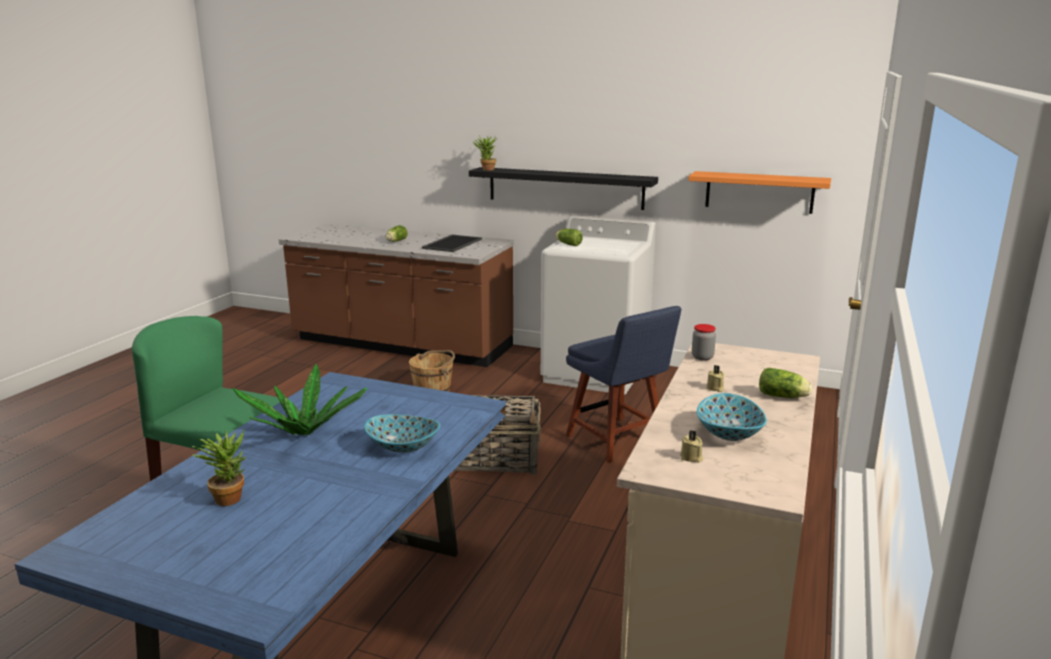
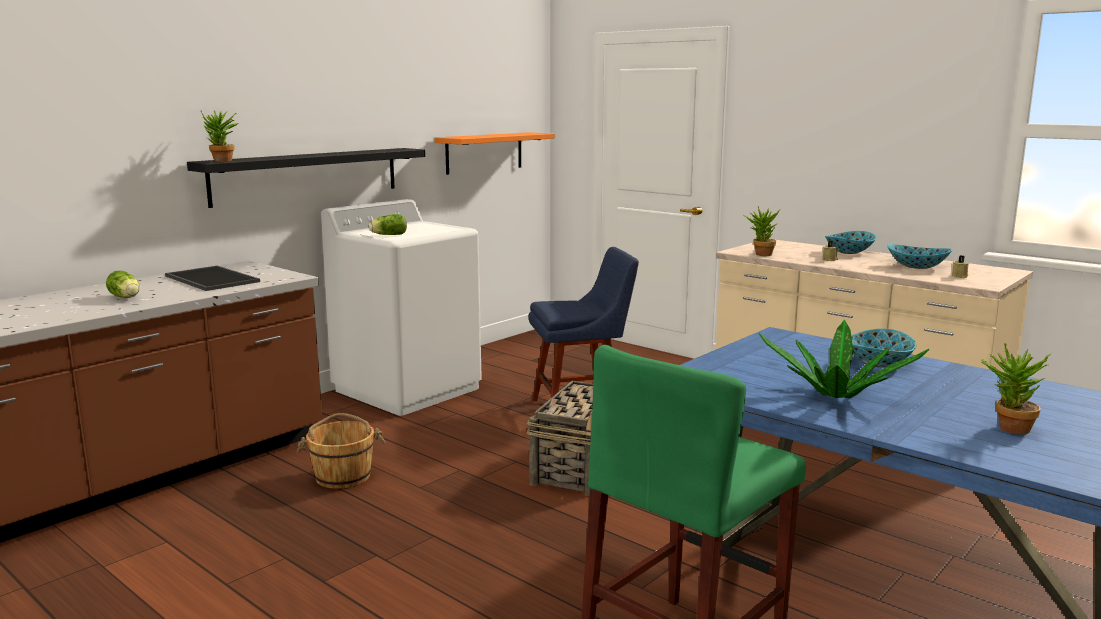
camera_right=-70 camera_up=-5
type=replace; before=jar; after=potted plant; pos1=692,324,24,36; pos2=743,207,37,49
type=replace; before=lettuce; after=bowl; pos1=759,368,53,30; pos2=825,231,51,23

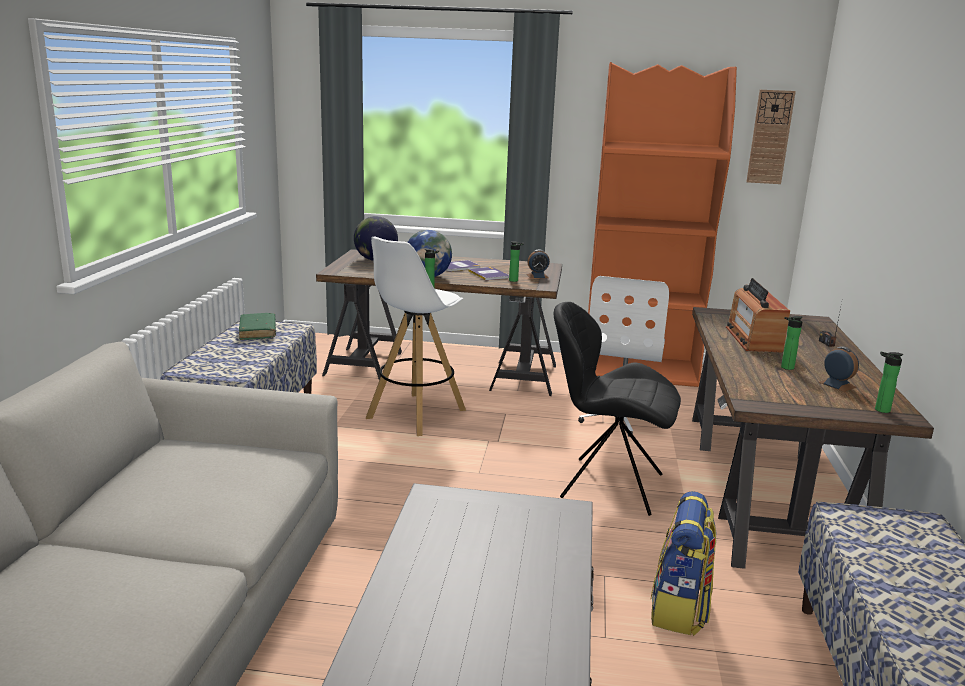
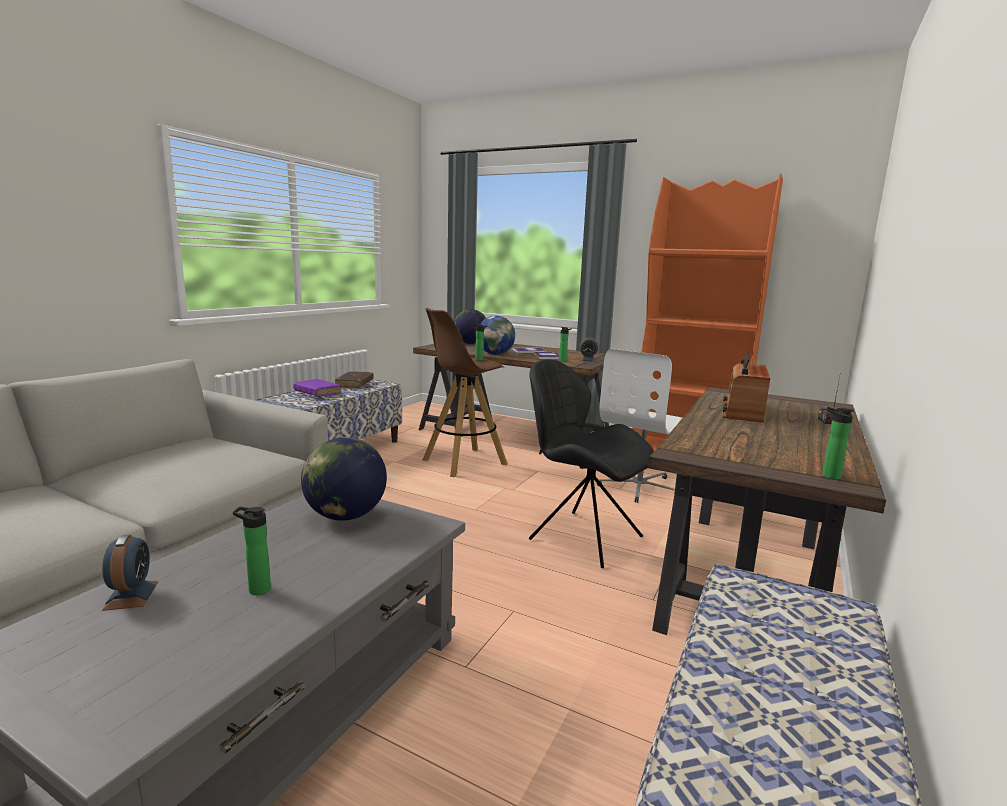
camera_right=20 camera_up=-5
type=delete; before=wall clock; pos1=746,90,50,94
type=recolor; before=stool in white; after=stool in brown; pos1=366,236,100,200; pos2=422,308,86,169
type=recolor; before=book in green; after=book in brown; pos1=239,313,37,27; pos2=335,371,39,17
type=move; before=bottle; pos1=781,316,21,54; pos2=233,507,38,88
type=move; before=alarm clock; pos1=818,347,41,45; pos2=102,535,56,76
type=delete; before=backpack; pos1=651,491,66,145
type=insert; after=book in purple; pos2=293,379,48,18
type=insert; after=globe; pos2=301,437,86,84

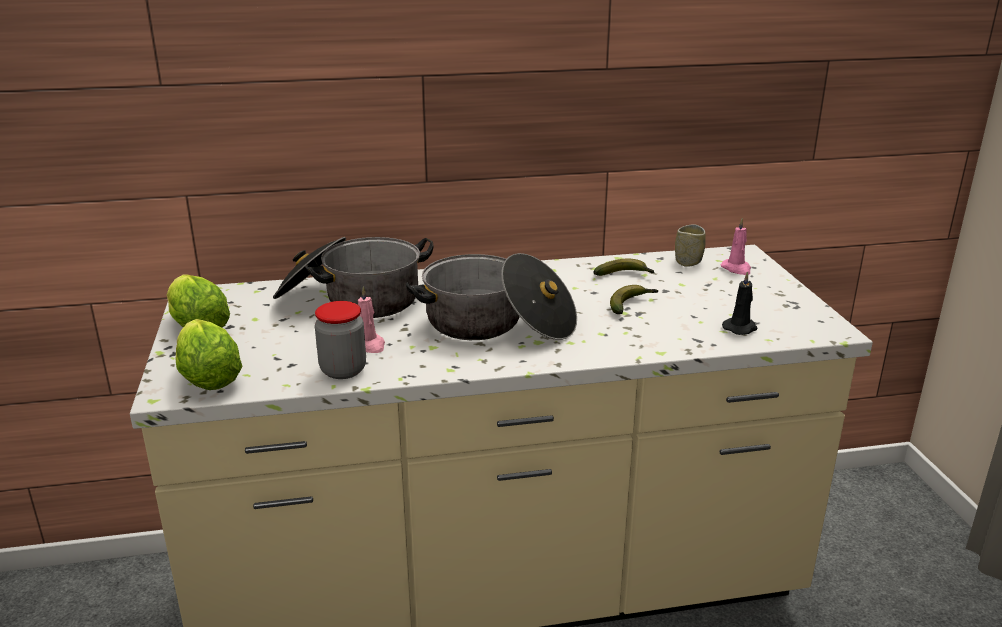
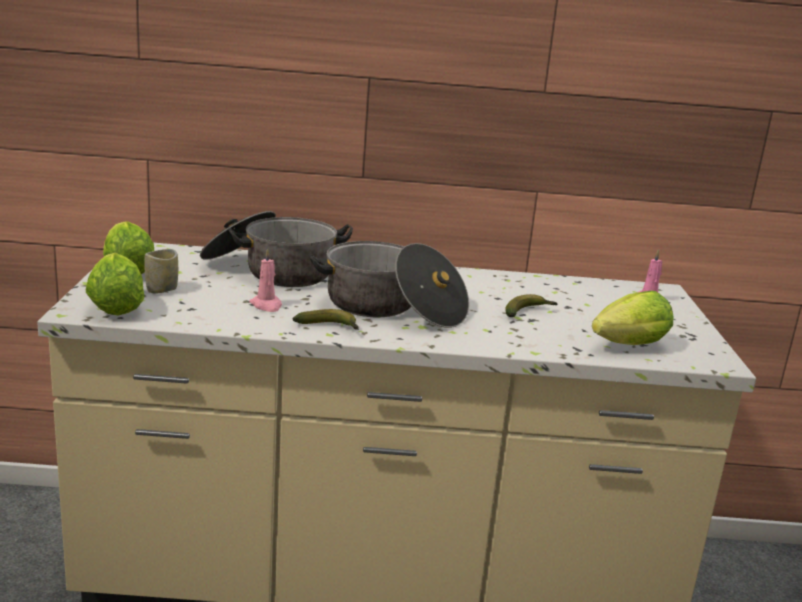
camera_right=10 camera_up=-5
type=move; before=cup; pos1=675,224,31,43; pos2=144,249,34,45
type=move; before=banana; pos1=593,259,61,17; pos2=293,309,66,21
type=replace; before=candle in black; after=lettuce; pos1=722,271,35,64; pos2=592,291,81,54
type=delete; before=jar; pos1=315,301,51,78

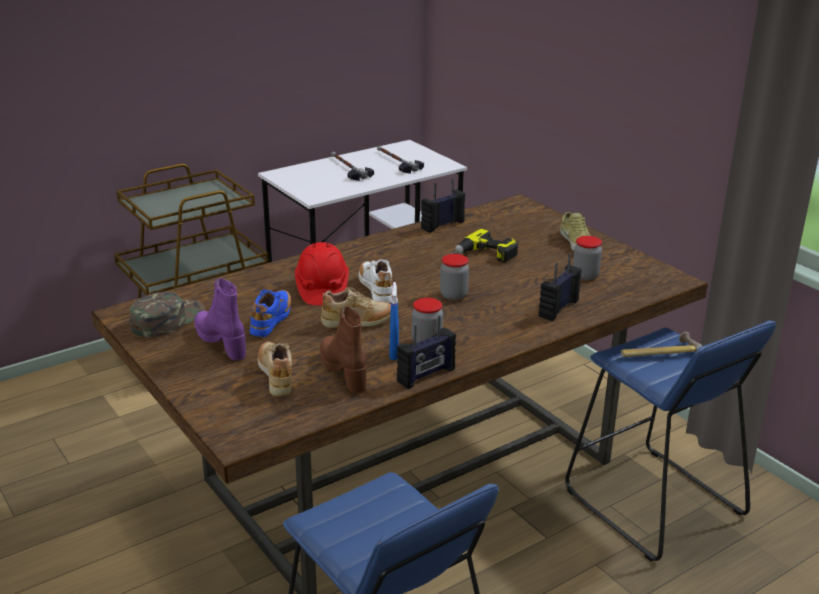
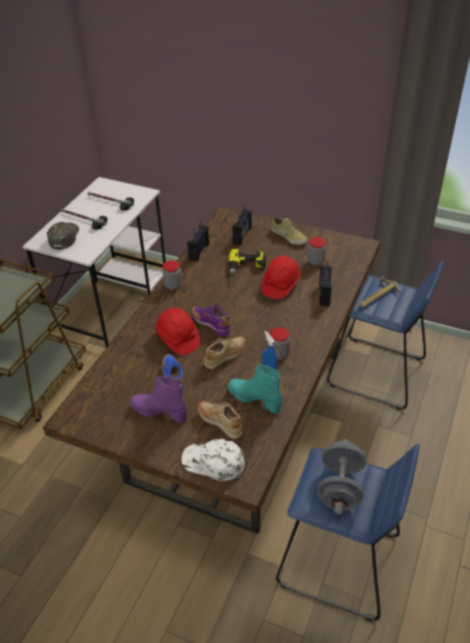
camera_right=-30 camera_up=15
type=move; before=jar; pos1=440,254,29,46; pos2=163,260,19,30
type=recolor; before=shoe in white; after=shoe in purple; pos1=359,259,33,44; pos2=191,304,39,32
type=move; before=cap in green; pos1=130,292,75,45; pos2=47,222,32,28
type=recolor; before=boot in brown; after=boot in turquoise; pos1=320,306,47,88; pos2=228,364,54,50
type=move; before=radio; pos1=397,315,59,74; pos2=232,204,20,41
type=insert; after=hard hat in red; pos2=262,256,39,43
type=insert; after=cap in white; pos2=181,439,63,42
type=insert; after=dumbbell in grey; pos2=317,439,50,75

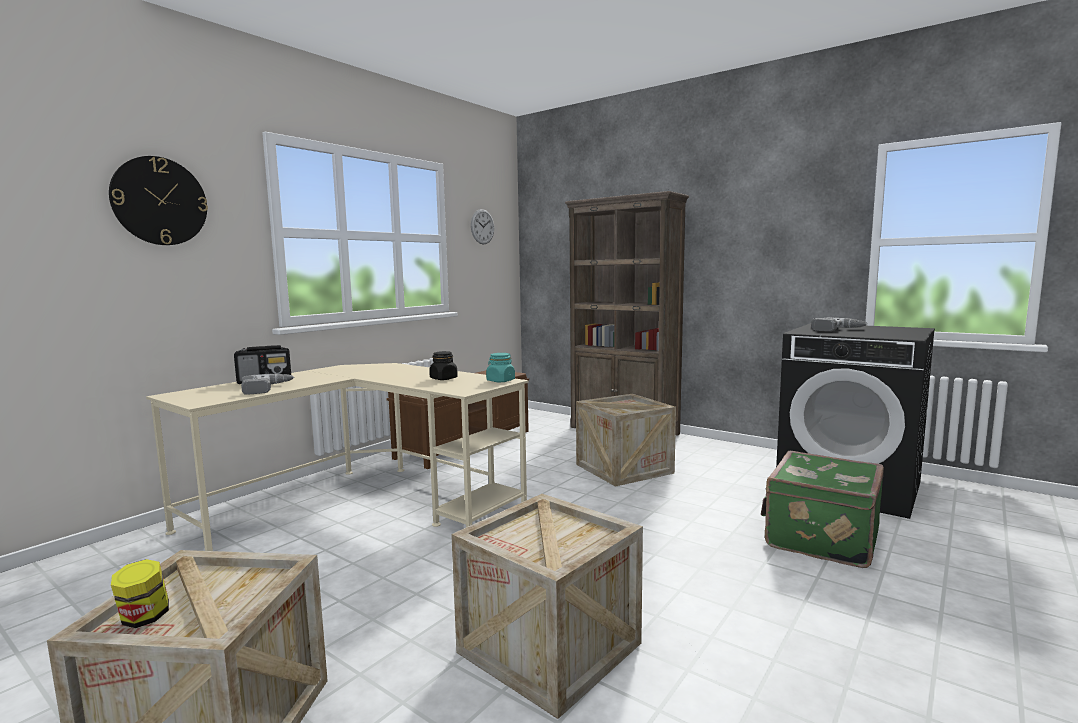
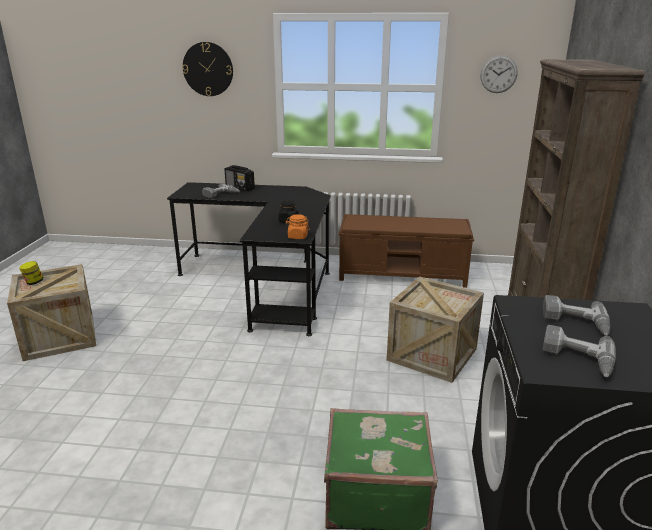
camera_right=60 camera_up=15
type=recolor; before=jar in turquoise; after=jar in orange; pos1=486,353,29,29; pos2=285,214,25,25
type=recolor; before=desk in beige; after=desk in black; pos1=146,363,382,188; pos2=167,182,164,154
type=delete; before=crate; pos1=451,494,192,225
type=insert; after=power drill; pos2=542,325,74,52

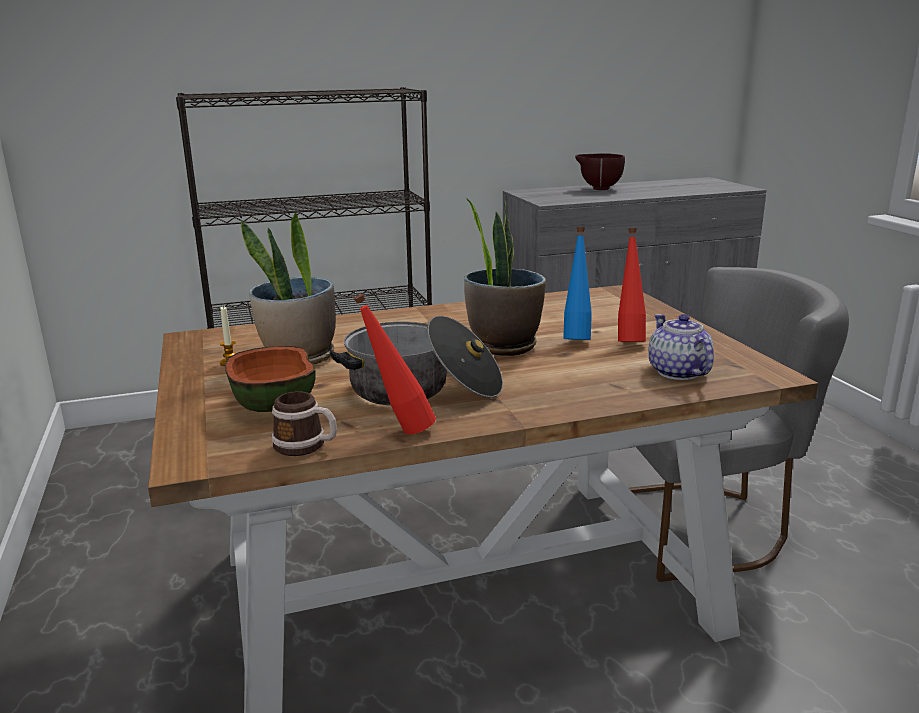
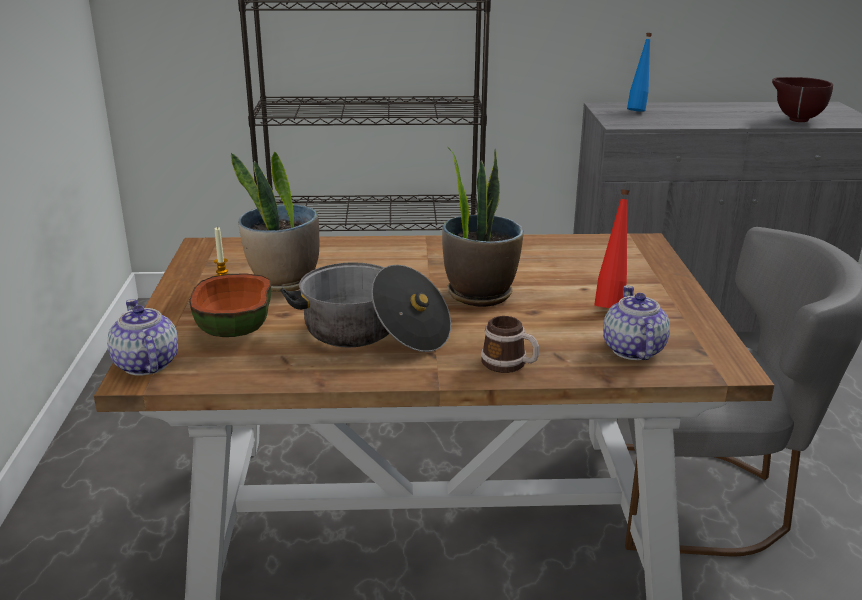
camera_right=15 camera_up=5
type=move; before=bowl in brown; pos1=575,153,50,37; pos2=772,77,61,45
type=move; before=bottle in blue; pos1=563,227,29,113; pos2=627,33,25,79
type=delete; before=bottle in red; pos1=354,294,82,141
type=move; before=mug; pos1=272,391,65,65; pos2=481,316,58,57
type=insert; after=teapot; pos2=107,299,71,76

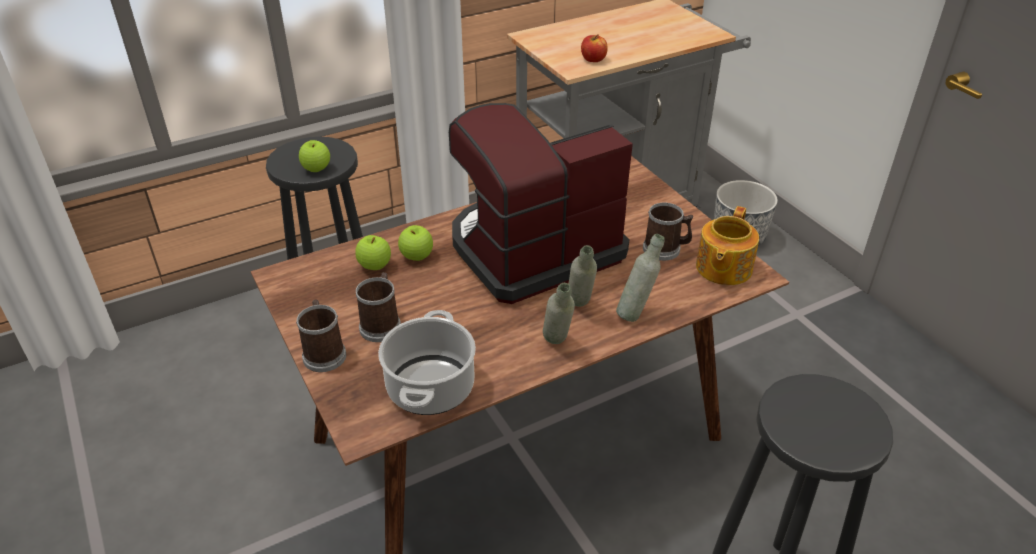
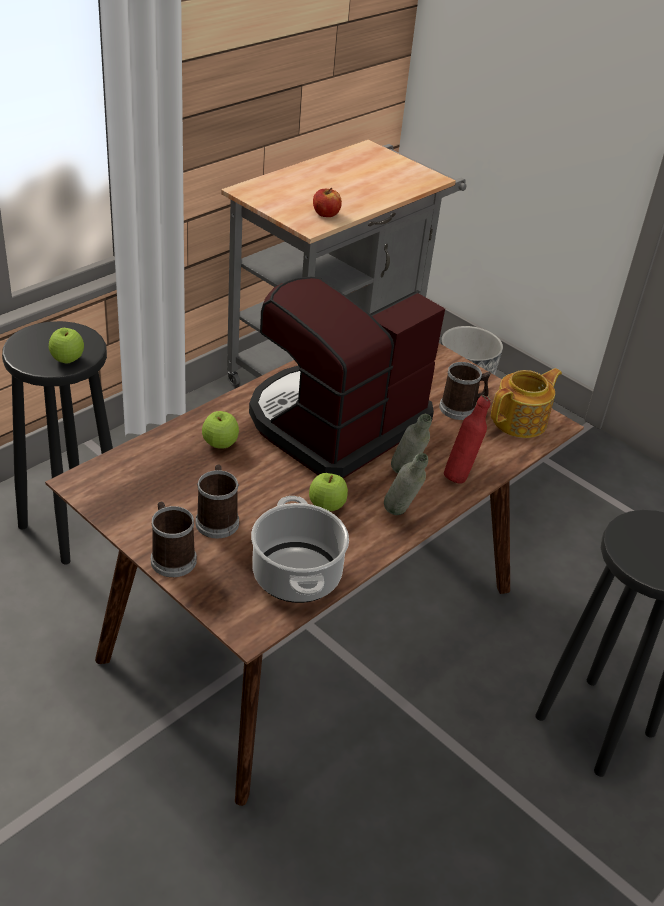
camera_right=-20 camera_up=0
type=rotate; before=teapot; pos1=696,206,63,79; pos2=491,368,71,70; turn=-135
type=recolor; before=bottle in grey; after=bottle in red; pos1=616,234,48,88; pos2=444,395,47,89
type=move; before=apple; pos1=355,235,36,35; pos2=309,473,39,38

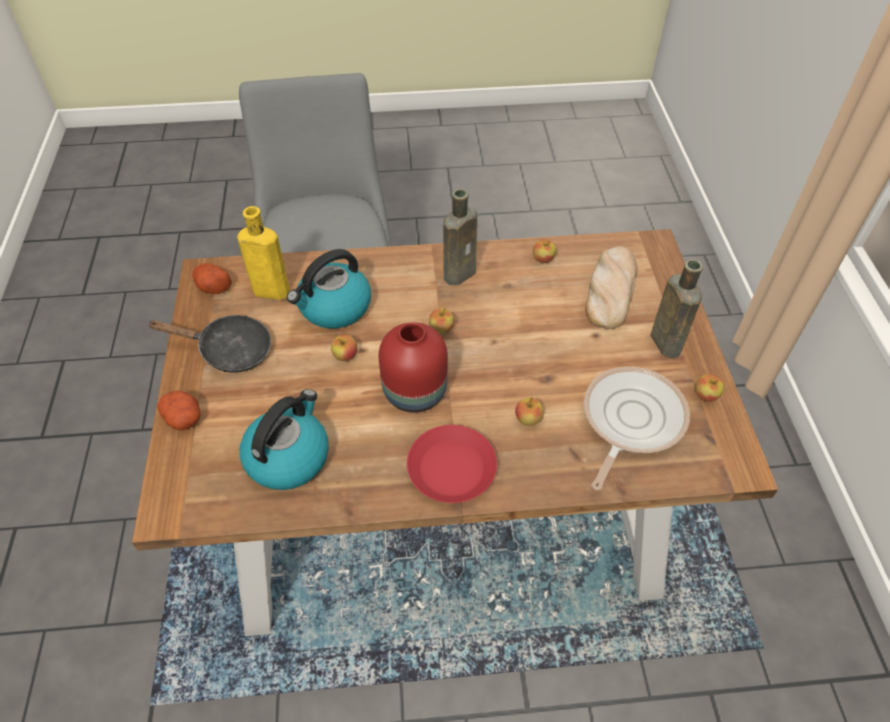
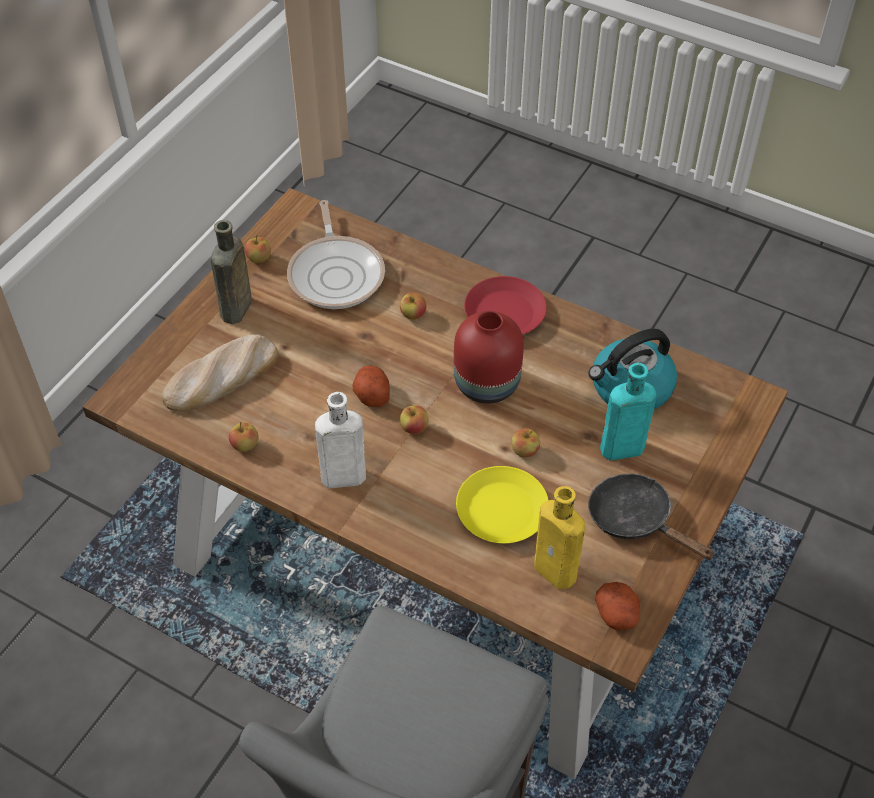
camera_right=-145 camera_up=0
type=recolor; before=bottle in brown; after=bottle in white; pos1=443,189,34,96; pos2=315,392,51,97
type=replace; before=kettle; after=plate in yellow; pos1=287,249,84,80; pos2=456,466,92,77
type=rotate; before=frying pan; pos1=584,367,106,123; pos2=287,200,98,109; turn=-75
type=move; before=potato; pos1=157,391,43,39; pos2=353,365,37,42
type=insert; after=bottle in turquoise; pos2=600,363,56,98

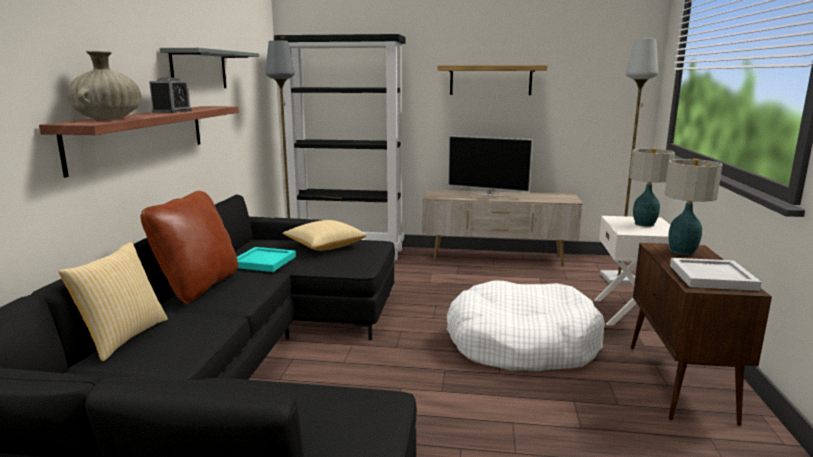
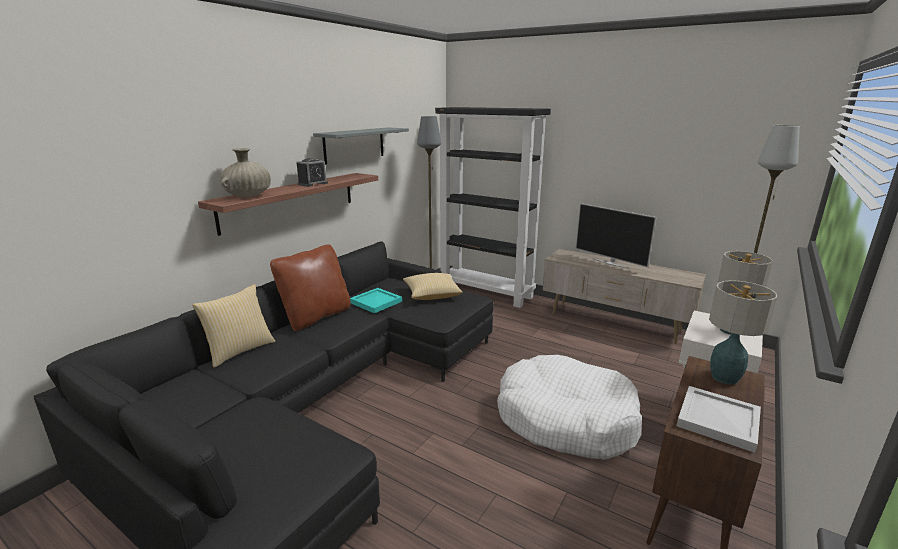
camera_right=25 camera_up=5
type=delete; before=shelf; pos1=437,65,110,30

